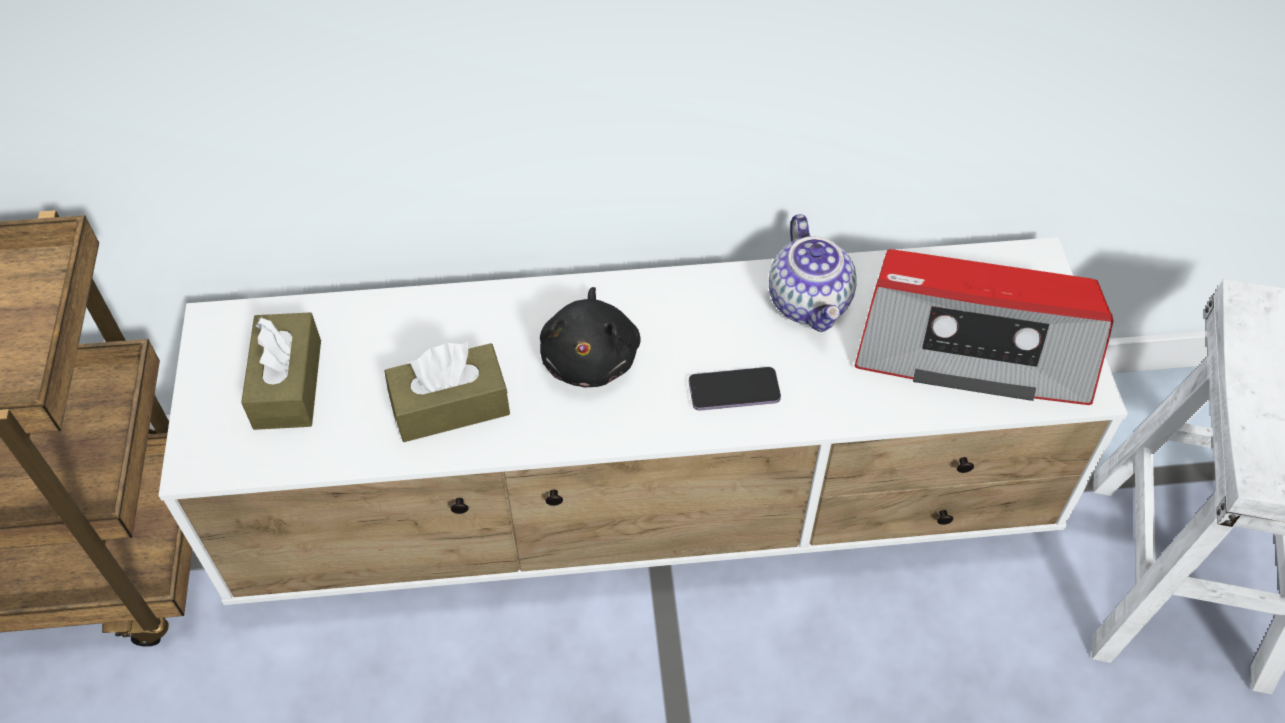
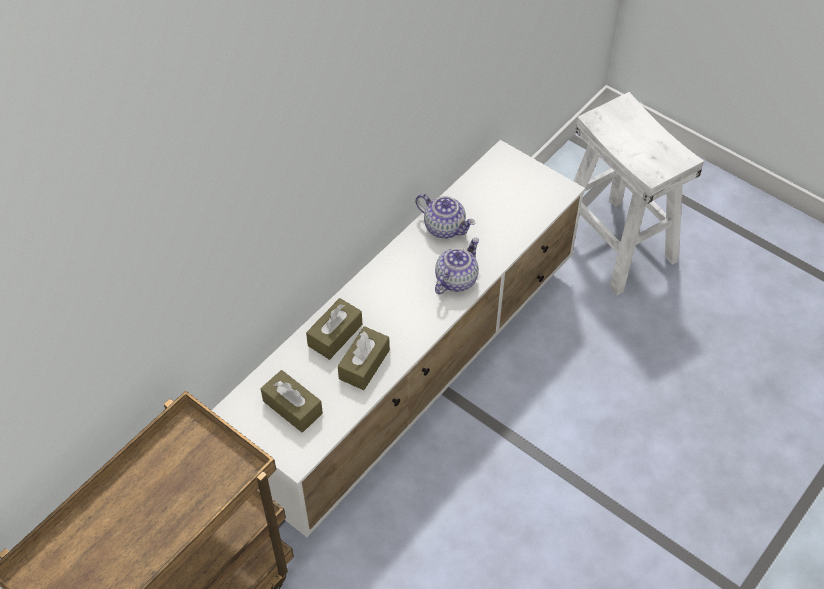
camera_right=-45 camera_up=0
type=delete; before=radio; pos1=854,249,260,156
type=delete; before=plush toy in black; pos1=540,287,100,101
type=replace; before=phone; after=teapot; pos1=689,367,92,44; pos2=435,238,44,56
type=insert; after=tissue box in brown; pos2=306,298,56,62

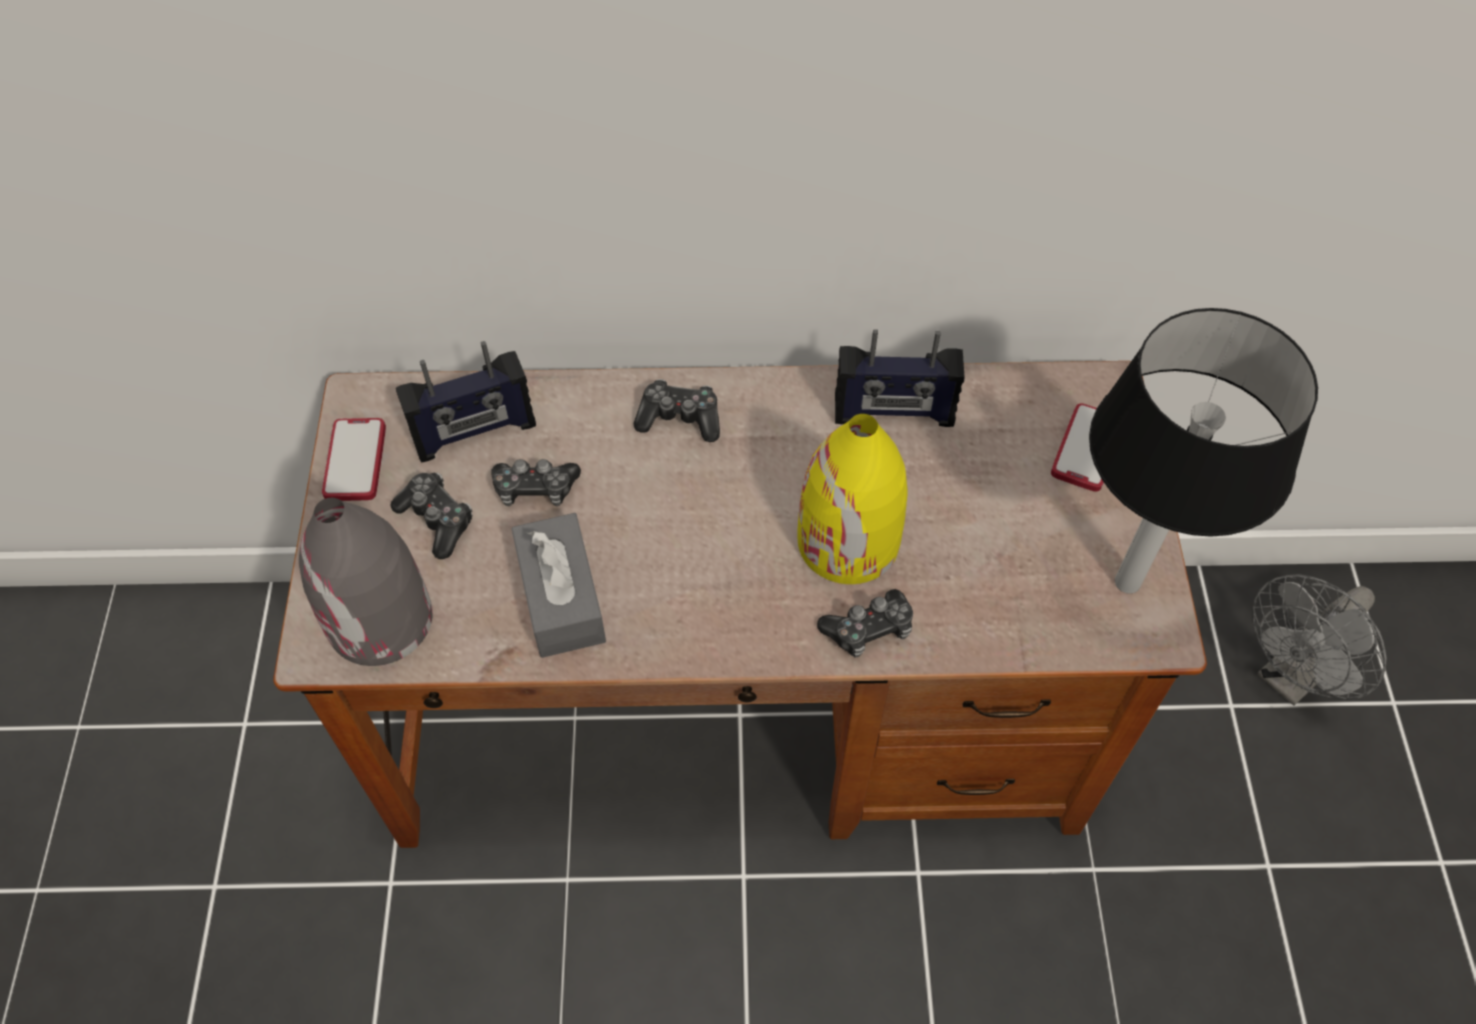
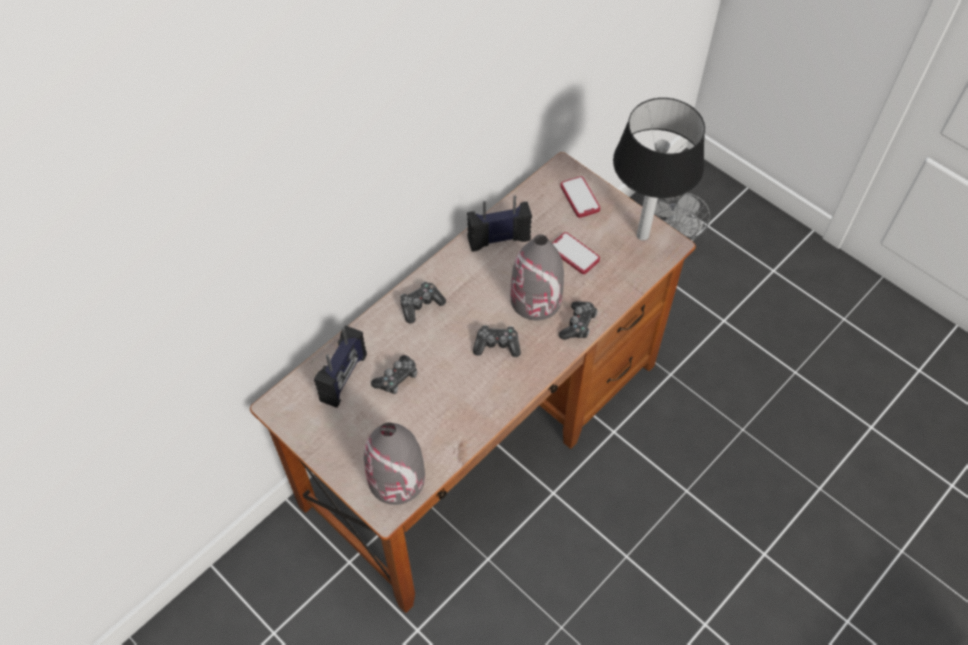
camera_right=-45 camera_up=0
type=rotate; before=radio; pos1=835,329,130,98; pos2=467,196,65,55; turn=-150
type=recolor; before=vase in yellow; after=vase in grey; pos1=798,414,110,170; pos2=510,234,54,86
type=move; before=phone; pos1=322,418,64,83; pos2=552,232,48,42
type=move; before=game controller; pos1=390,472,83,87; pos2=473,325,48,32
type=delete; before=tissue box in grey; pos1=511,513,95,145

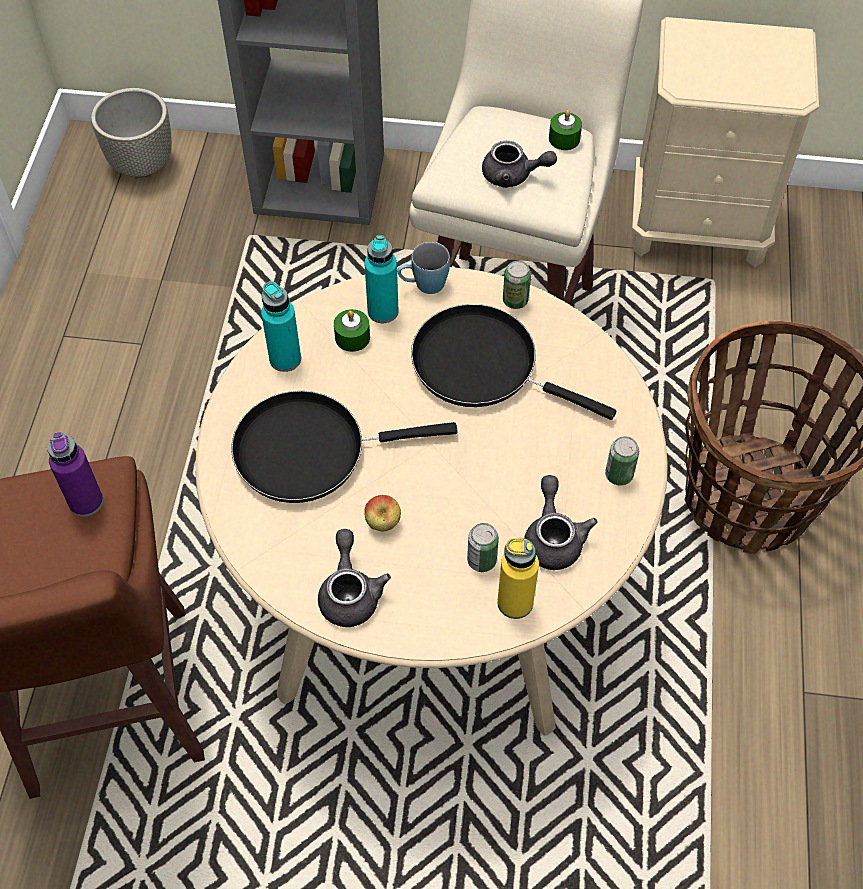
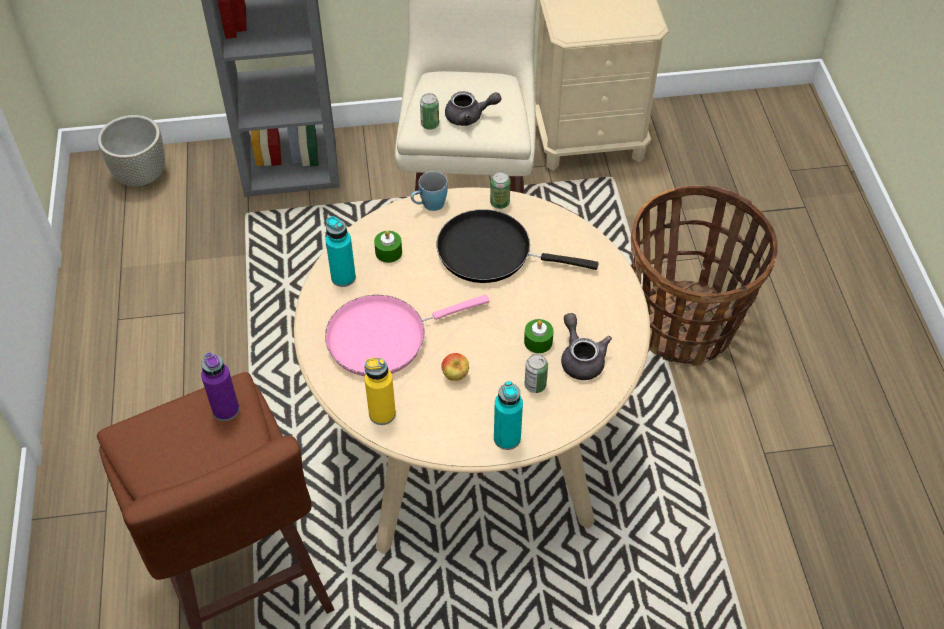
camera_right=-15 camera_up=-5
type=move; before=candle in green; pos1=549,110,33,40; pos2=524,319,30,34
type=move; before=bottle in turquoise; pos1=364,235,35,88; pos2=494,381,29,69
type=recolor; before=frying pan in black; after=frying pan in pink; pos1=231,391,226,112; pos2=325,294,165,82
type=move; before=can; pos1=605,436,34,50; pos2=420,93,19,37
type=delete; before=teapot in grey; pos1=318,529,73,98
type=move; before=bottle in yellow; pos1=497,538,42,81; pos2=365,357,31,68

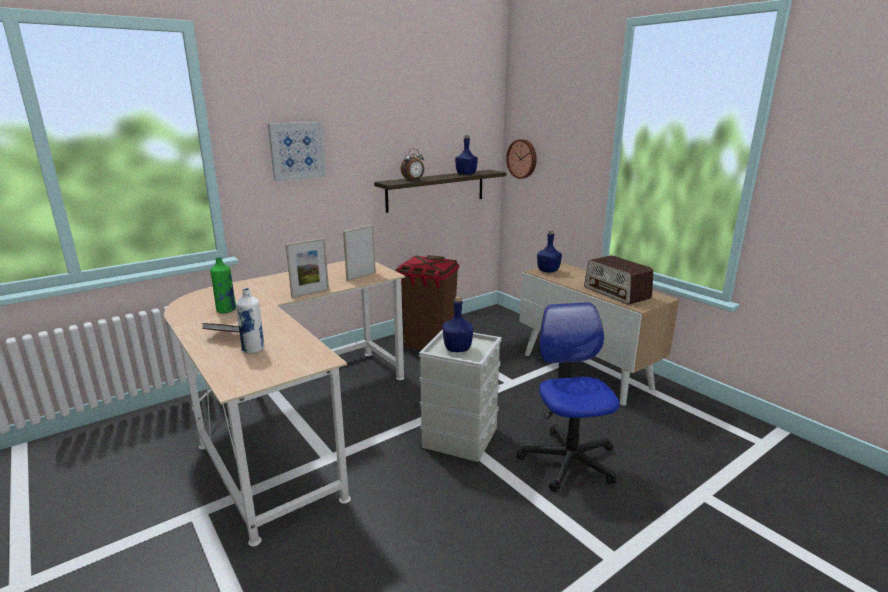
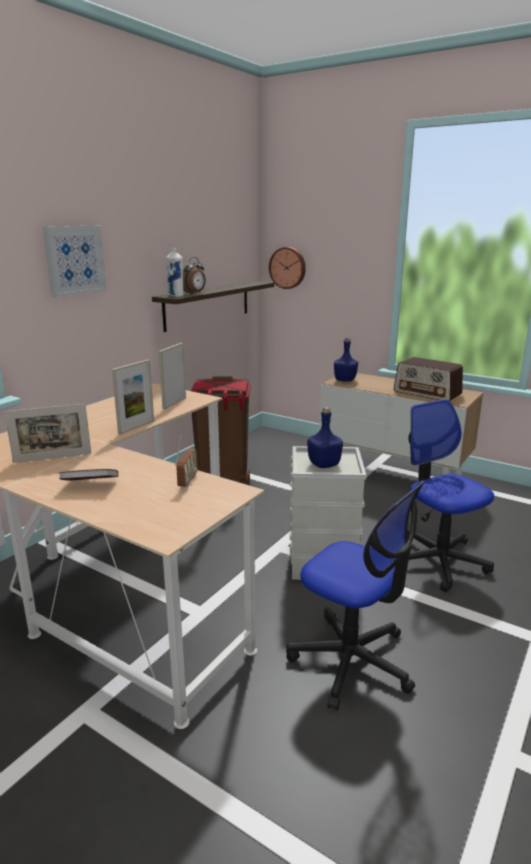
camera_right=-20 camera_up=0
type=delete; before=bottle in blue; pos1=455,135,23,40
type=replace; before=bottle in green; after=picture frame; pos1=210,257,26,57; pos2=4,404,87,59
type=move; before=bottle in white; pos1=236,288,28,66; pos2=166,247,18,50
type=insert; after=radio; pos2=175,434,23,54
type=insert; after=office chair; pos2=286,481,140,229

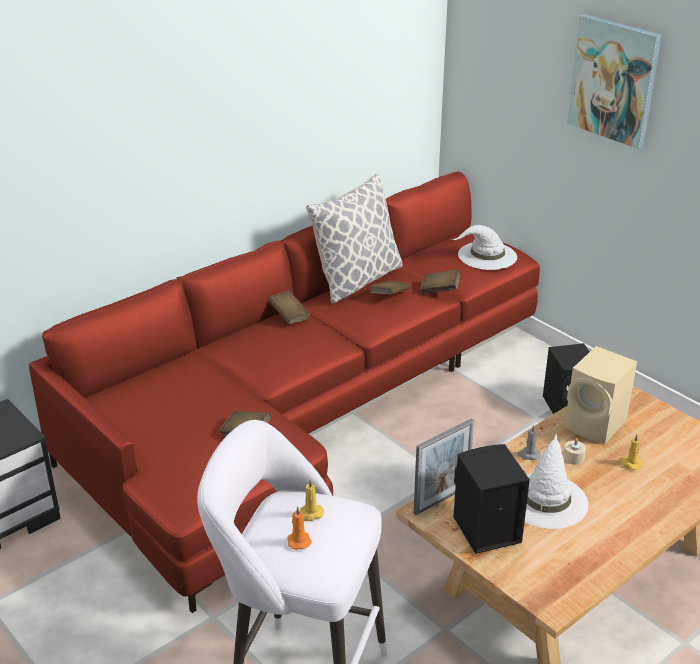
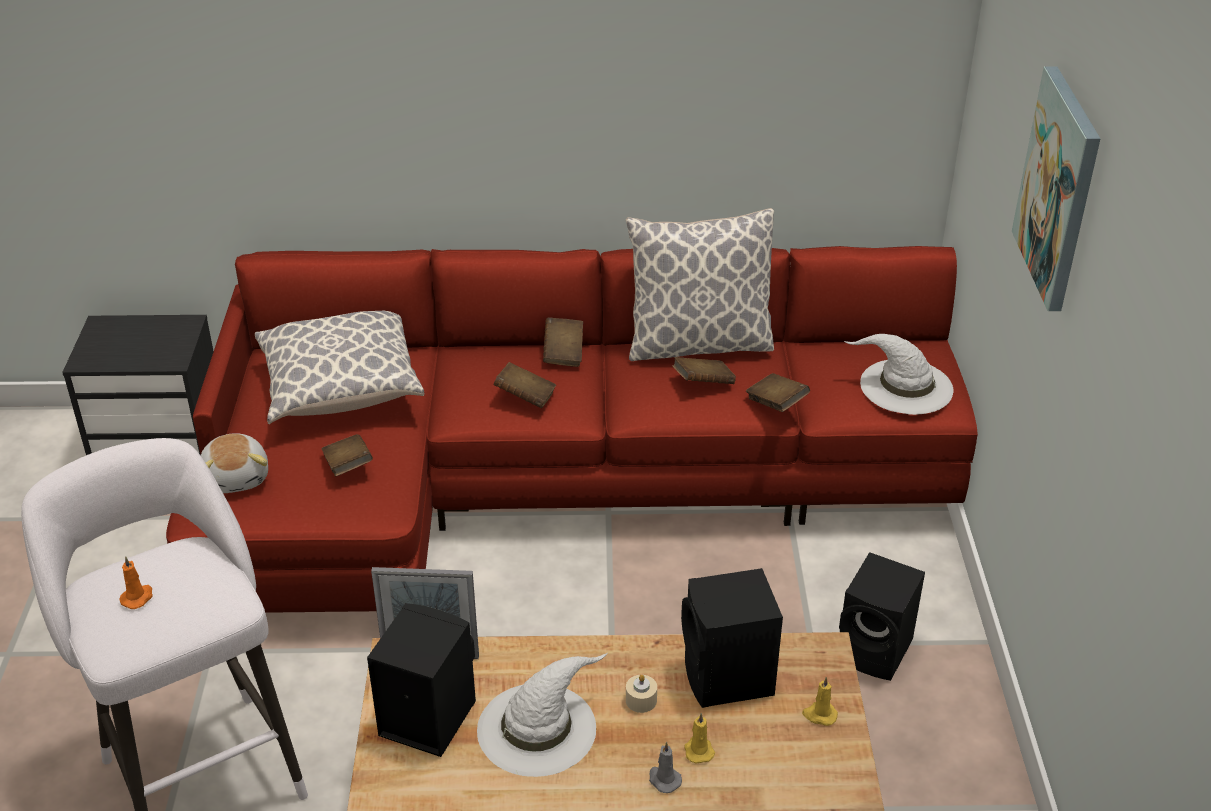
camera_right=40 camera_up=5
type=recolor; before=speaker in beige; after=speaker in black; pos1=565,346,72,98; pos2=681,568,102,140
type=move; before=candle in grey; pos1=517,425,24,35; pos2=649,742,33,51
type=move; before=candle in yellow; pos1=300,479,24,42; pos2=802,677,36,49
type=insert; after=pillow; pos2=255,311,169,113
type=insert; after=book in brown; pos2=494,362,62,46
type=insert; after=plush toy; pos2=201,434,67,59

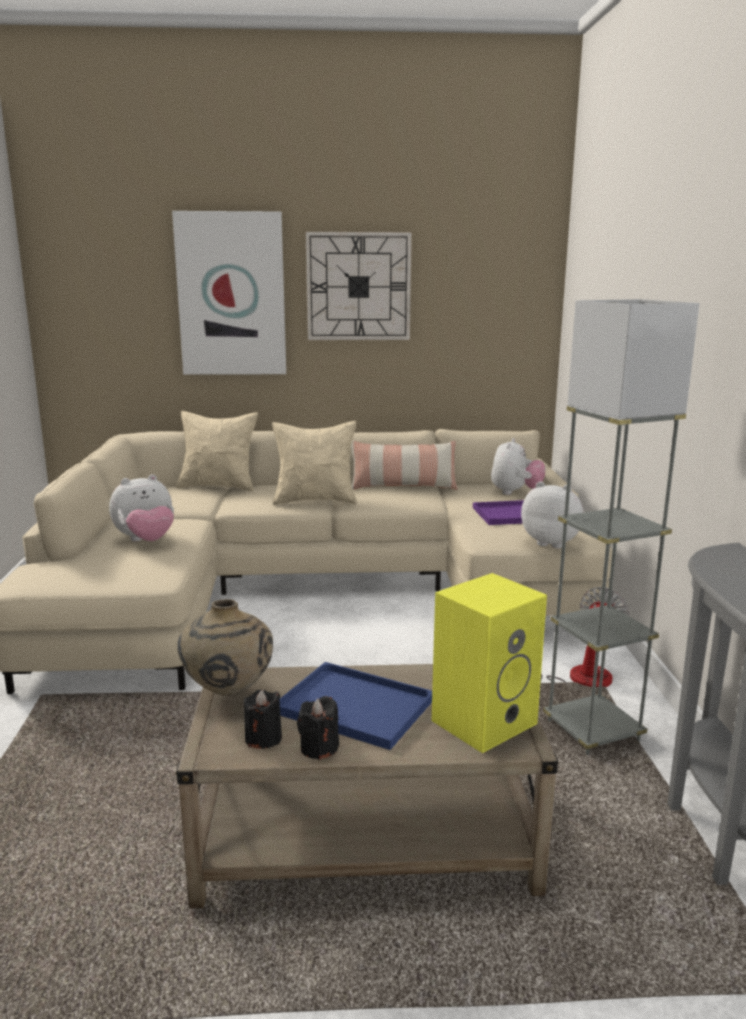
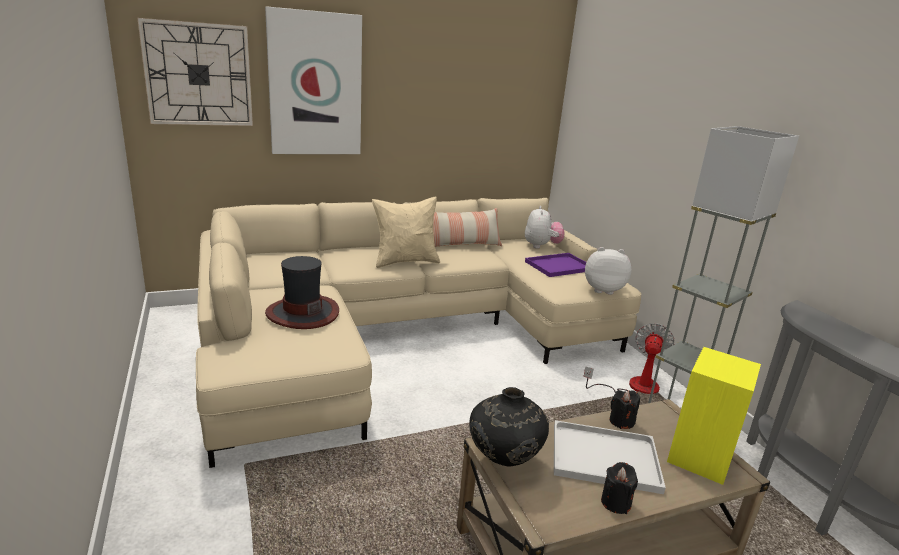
camera_right=-20 camera_up=5
type=move; before=wall clock; pos1=306,232,106,108; pos2=137,18,116,108
type=delete; before=pillow in beige; pos1=176,411,82,80
type=replace; before=plush toy; after=hat; pos1=109,474,65,67; pos2=265,256,74,73
type=recolor; before=vase in beige; after=vase in black; pos1=177,599,96,97; pos2=469,387,80,79
type=recolor; before=tray in blue; after=tray in white; pos1=279,662,153,88; pos2=554,420,112,74
type=move; before=candle in black; pos1=244,690,38,59; pos2=609,390,31,39

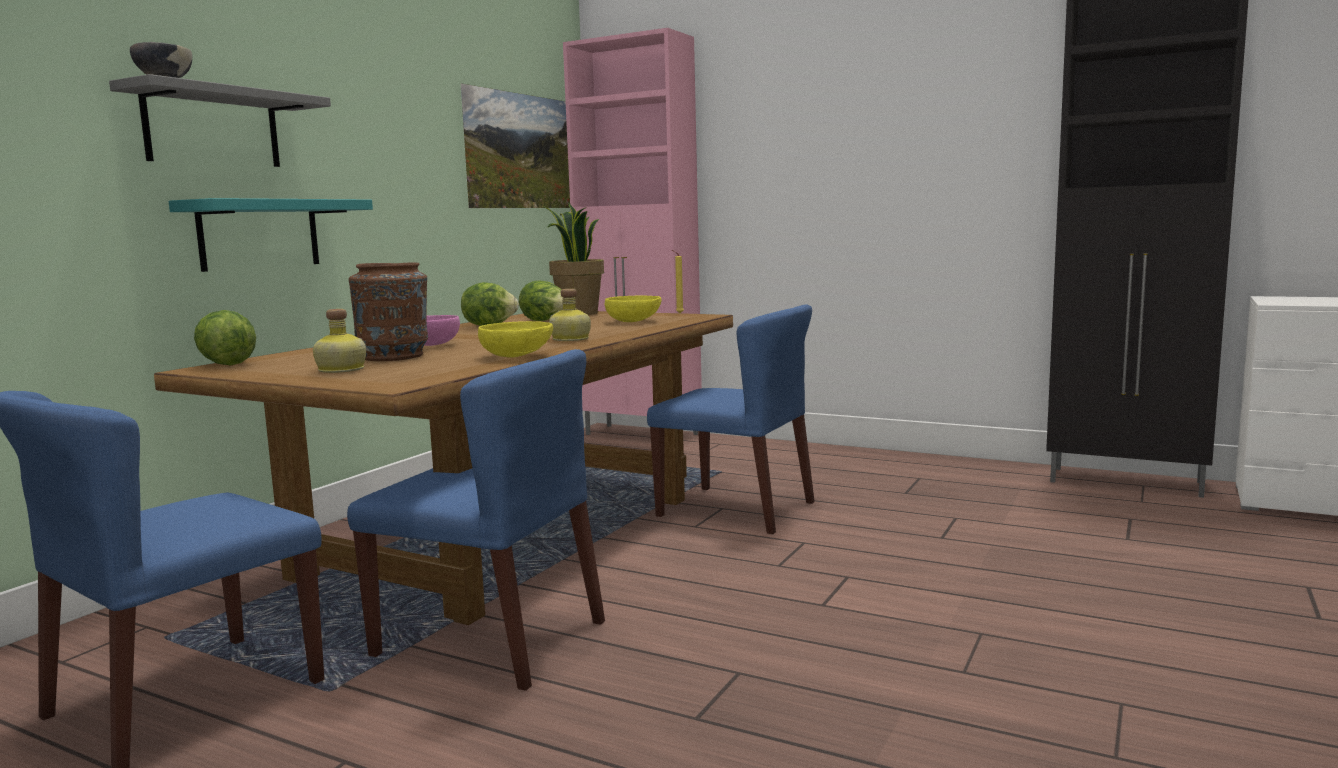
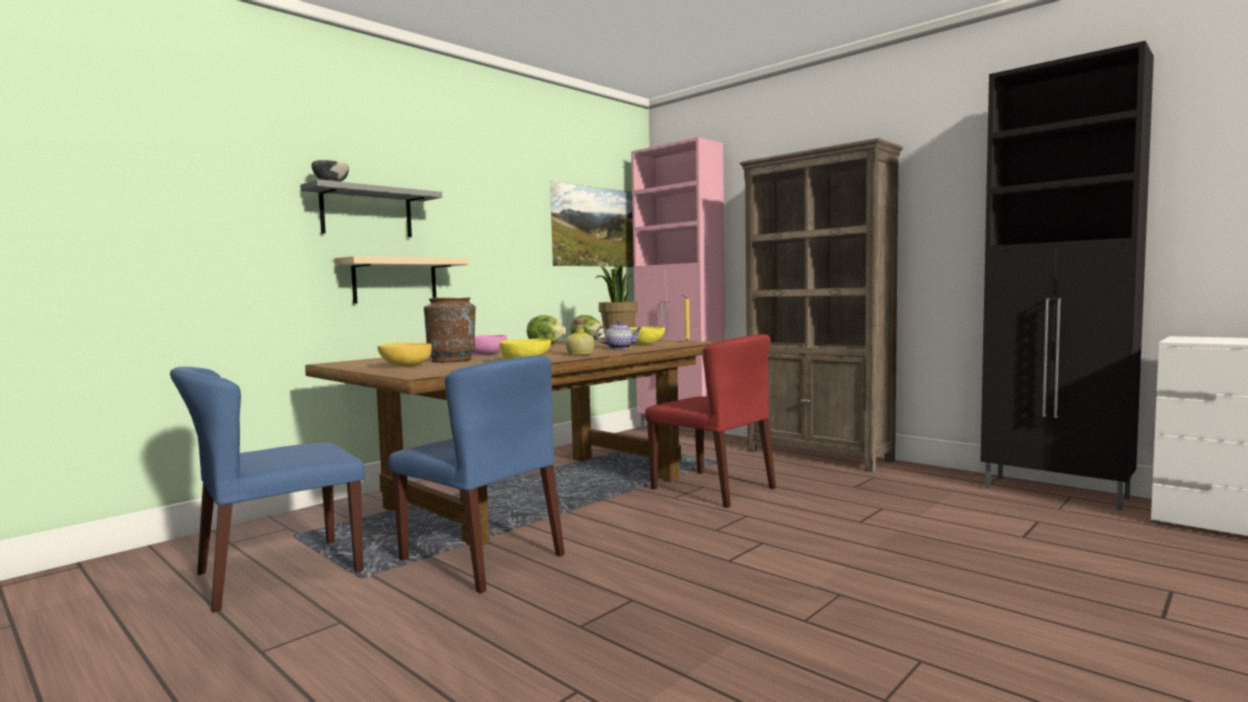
camera_right=15 camera_up=-5
type=recolor; before=shelf in turquoise; after=shelf in beige; pos1=169,198,204,74; pos2=334,256,135,47
type=recolor; before=chair in blue; after=chair in red; pos1=647,304,168,230; pos2=645,334,131,174
type=replace; before=bottle; after=bowl in yellow; pos1=313,309,53,64; pos2=378,343,54,24
type=delete; before=lettuce; pos1=194,310,62,56
type=insert; after=bookcase in brown; pos2=739,138,164,334
type=insert; after=teapot; pos2=596,321,46,28

